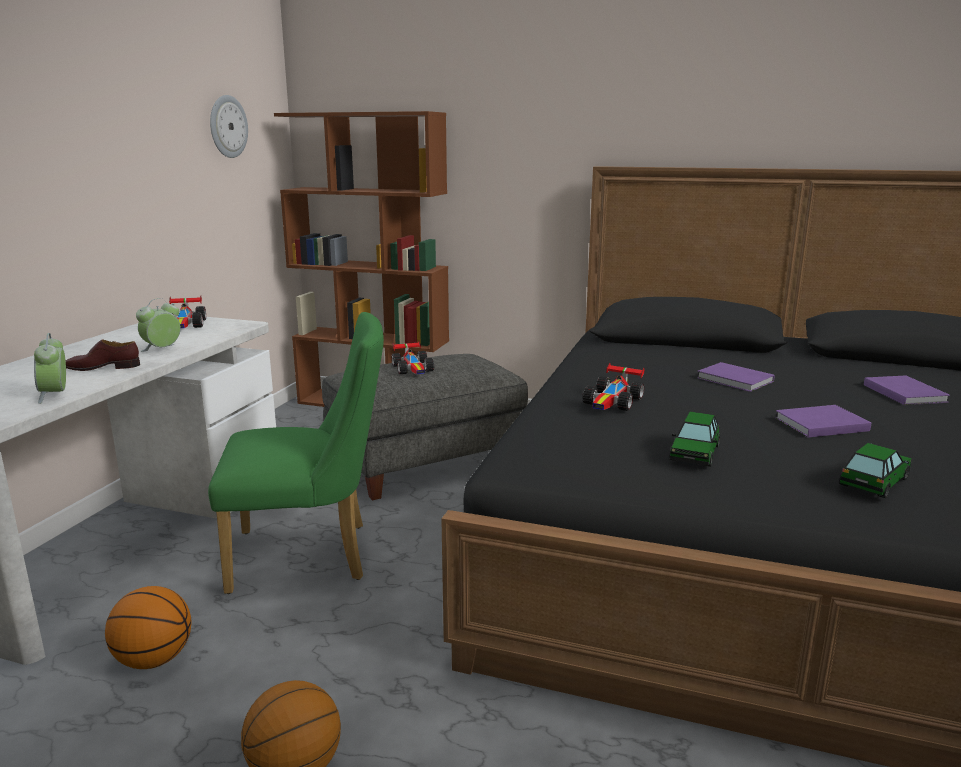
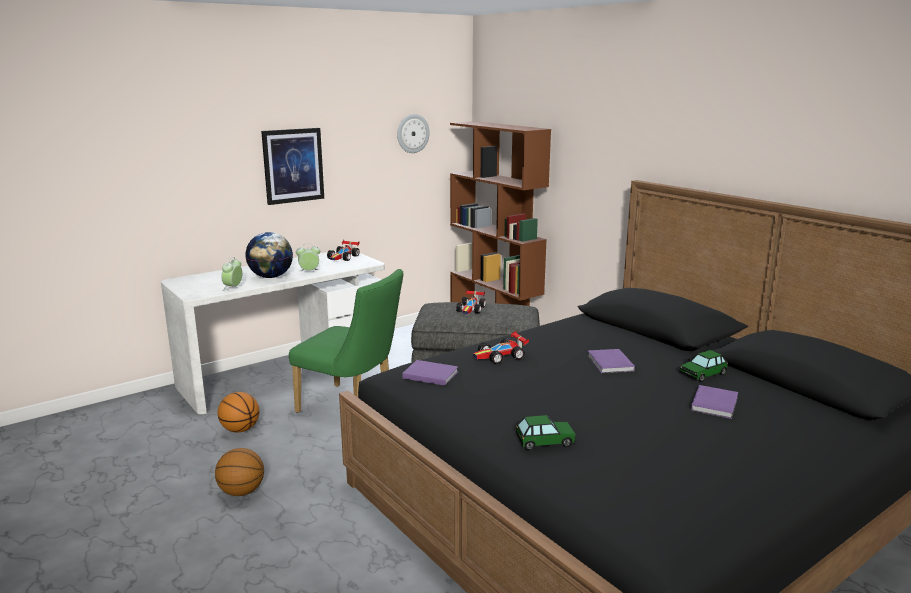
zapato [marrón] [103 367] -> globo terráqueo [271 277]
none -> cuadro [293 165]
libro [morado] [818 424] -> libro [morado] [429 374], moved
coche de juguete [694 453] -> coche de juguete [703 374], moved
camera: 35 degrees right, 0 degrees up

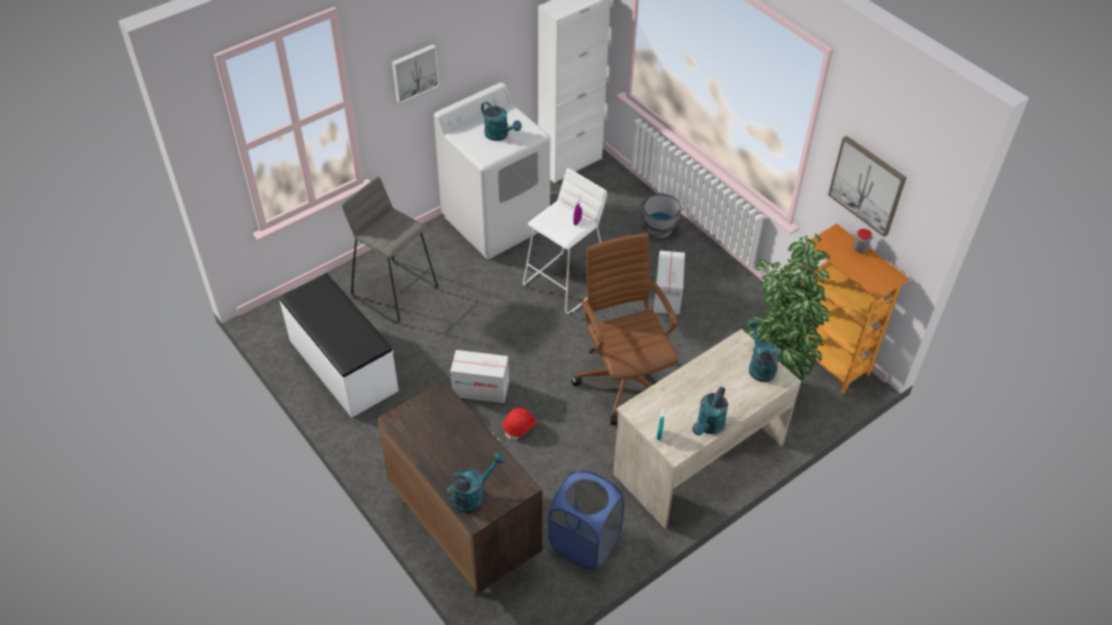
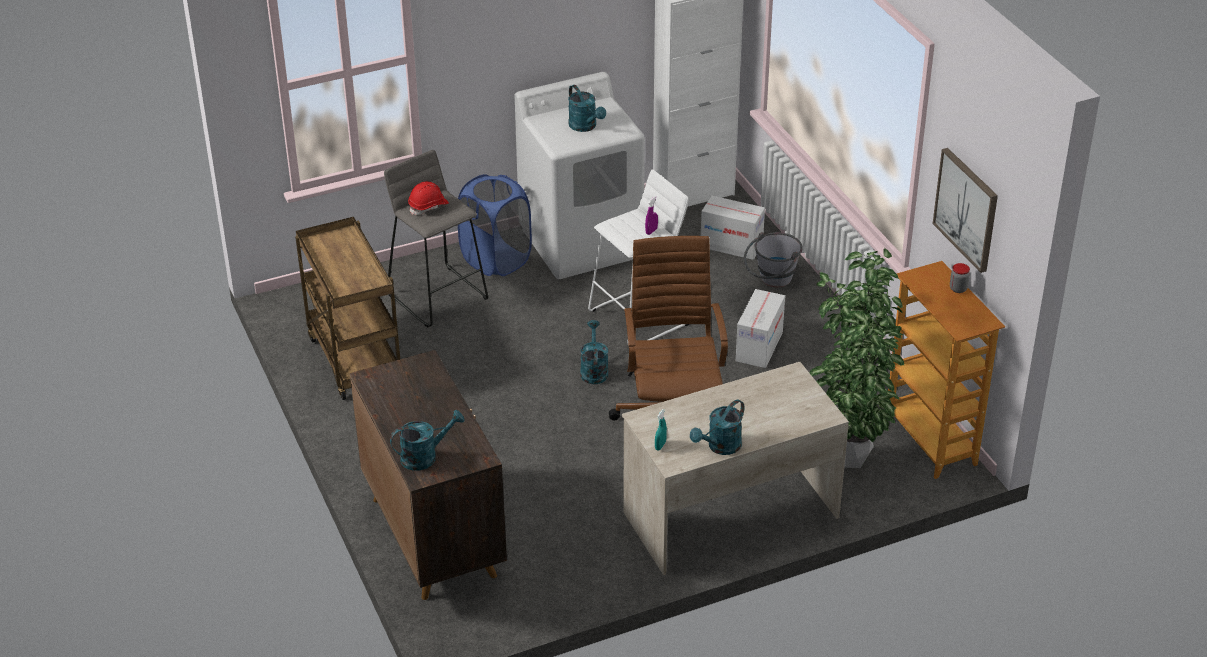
banco [blanco] [342 366] -> carrito [marrón] [353 359]
casco [rojo] [519 427] -> casco [rojo] [428 206], moved
cesto de la ropa [azul] [585 542] -> cesto de la ropa [azul] [496 260], moved
regadera [turquesa] [759 366] -> regadera [turquesa] [593 370], moved
caja de cartón [481 389] -> caja de cartón [731 245], moved
cuadro [414 72] -> none
camera: 15 degrees right, 10 degrees down

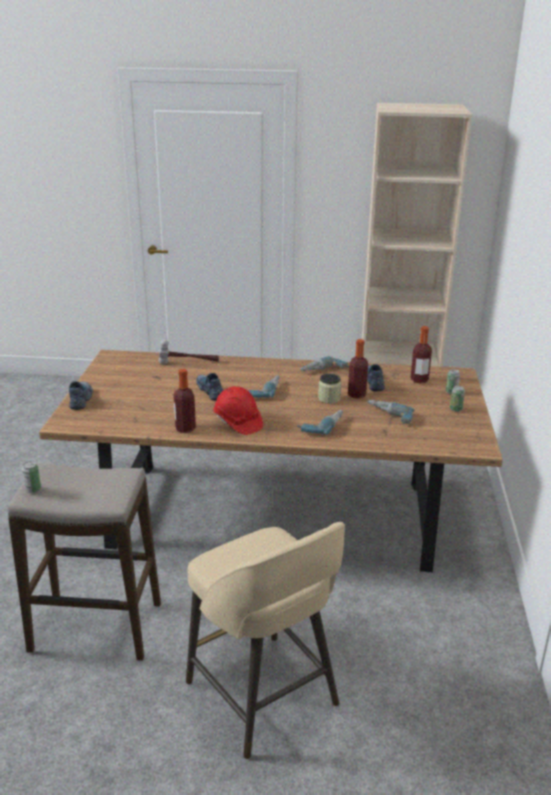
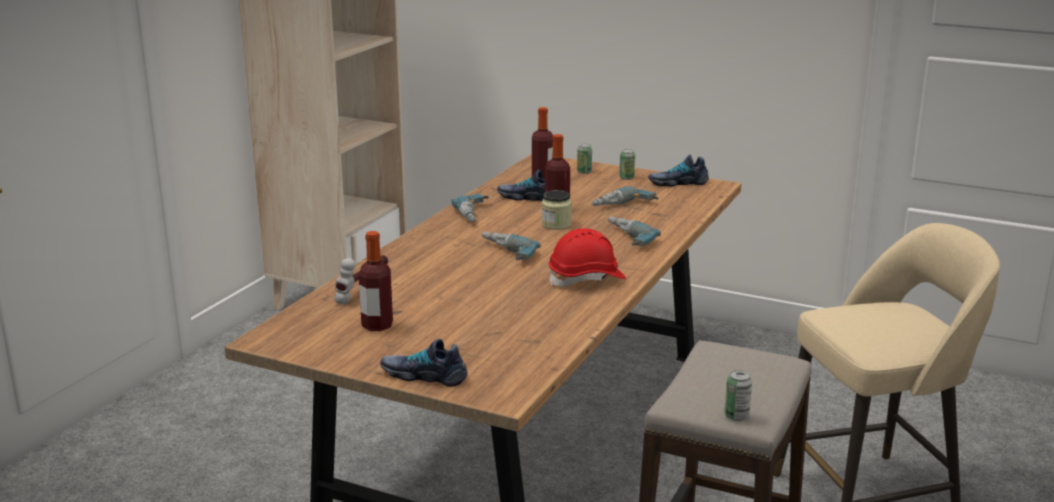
botella [185 428] -> botella [377 325], moved
zapato [210 391] -> zapato [677 183], moved
camera: 70 degrees left, 5 degrees down

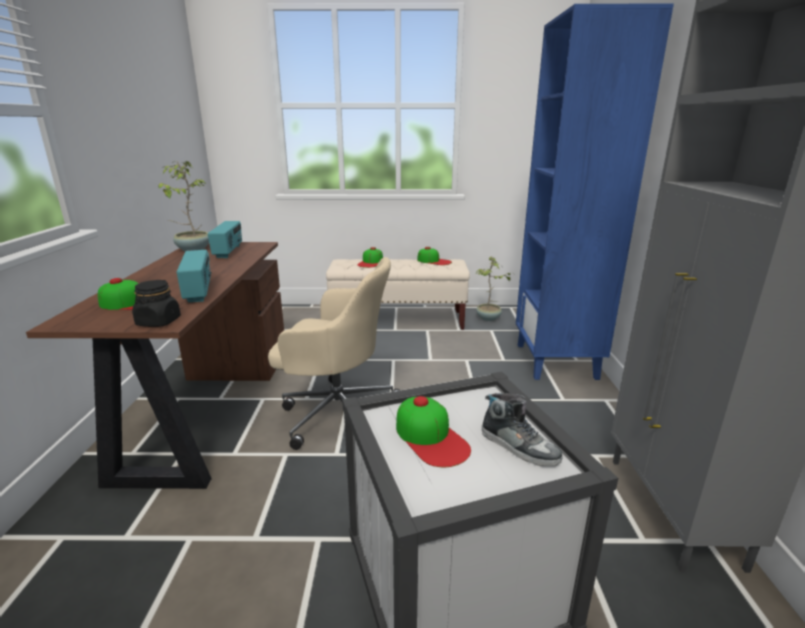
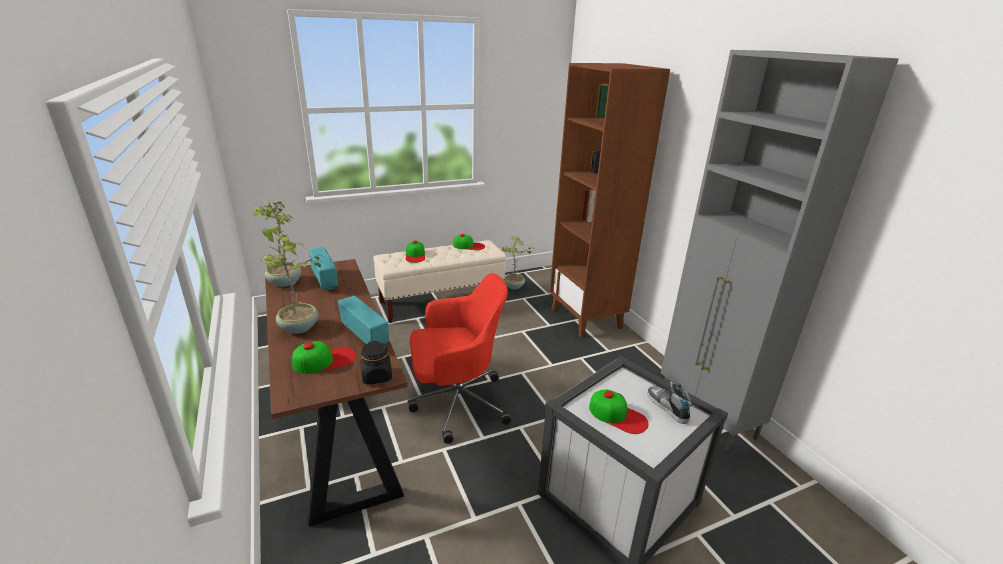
none -> planta en maceta [299 328]
silla de oficina [beis] [337 413] -> silla de oficina [rojo] [456 403]
estantería [azul] [556 361] -> estantería [marrón] [586 318]
zapato [519 446] -> zapato [667 407], 135 degrees counterclockwise
camera: 25 degrees left, 5 degrees up

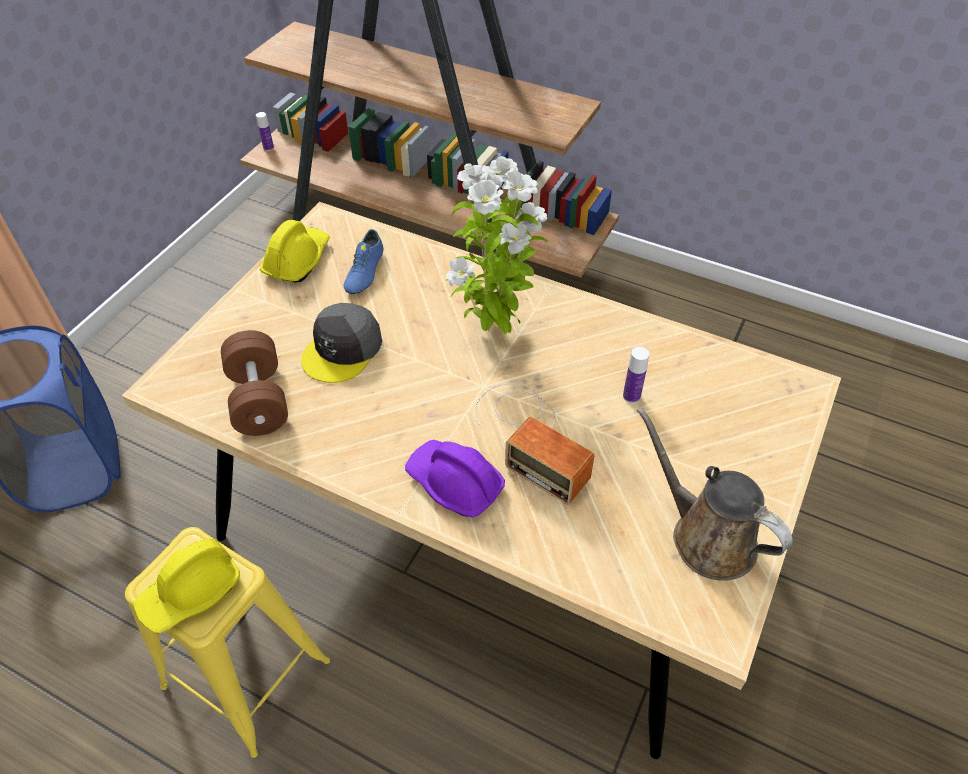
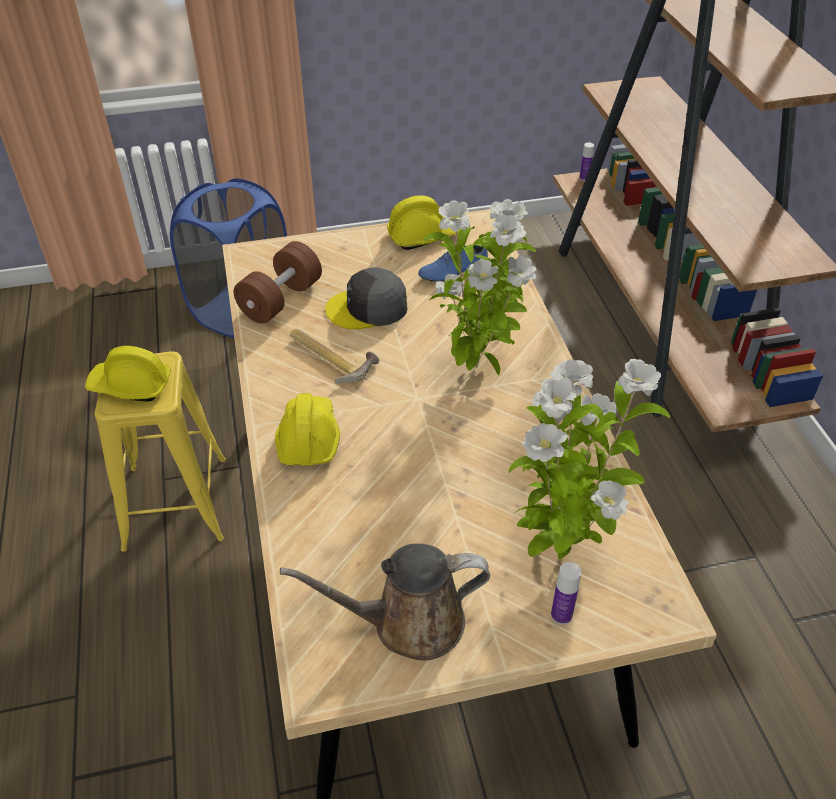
casco [morado] [454 483] -> casco [amarillo] [308 438]
regadera [marrón] [706 536] -> regadera [marrón] [409 623], 105 degrees counterclockwise
none -> martillo [331 357]
none -> planta en maceta [560 550]
botella [631 396] -> botella [561 615], moved
radio [530 436] -> none
camera: 50 degrees right, 5 degrees down

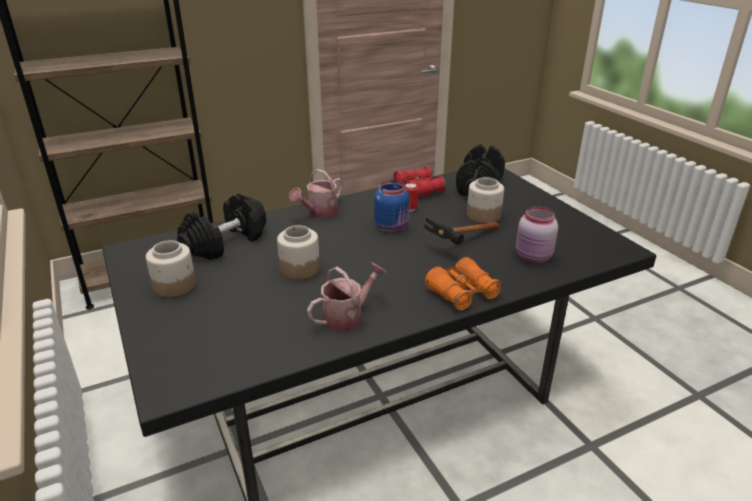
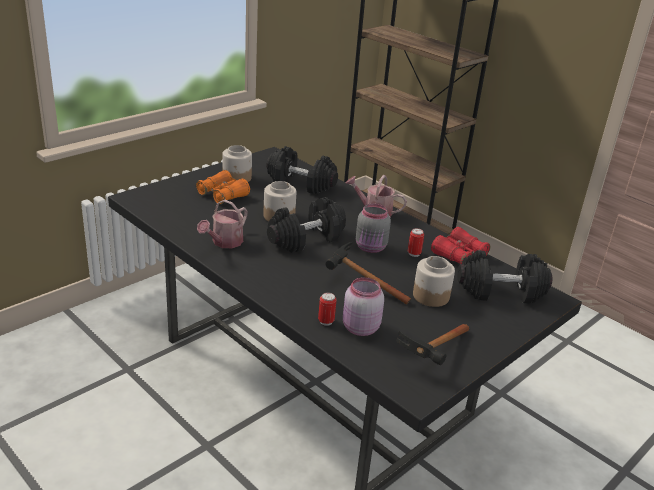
prismáticos [naranja] [462 293] -> prismáticos [naranja] [223 195], moved
regadera [347 316] -> regadera [224 242], 90 degrees clockwise
none -> mancuerna [negro] [306 239]
none -> lata [326 321]
tarro [azul] [392 227] -> tarro [gris] [371 248]
none -> martillo [434 358]
camera: 70 degrees right, 0 degrees up

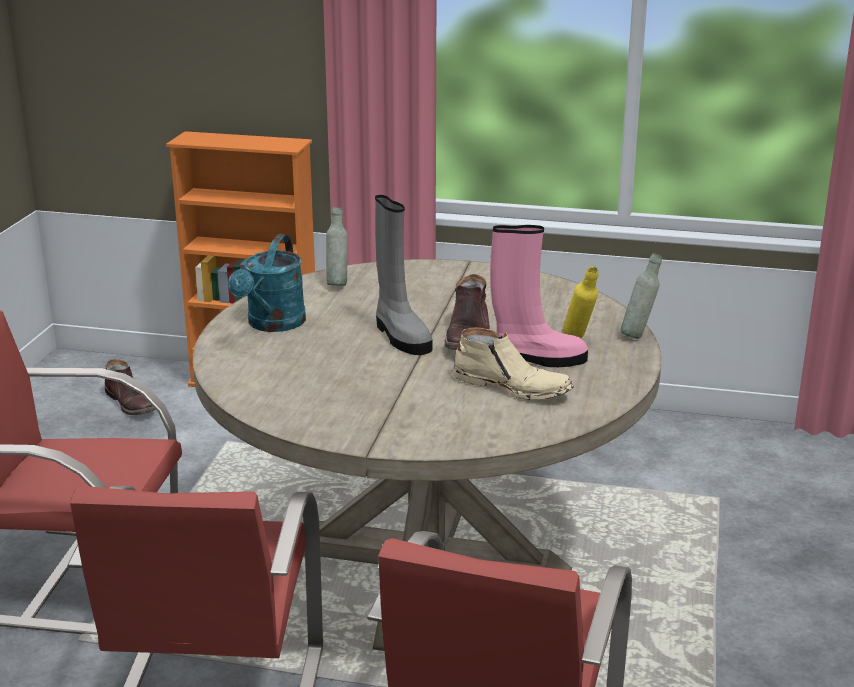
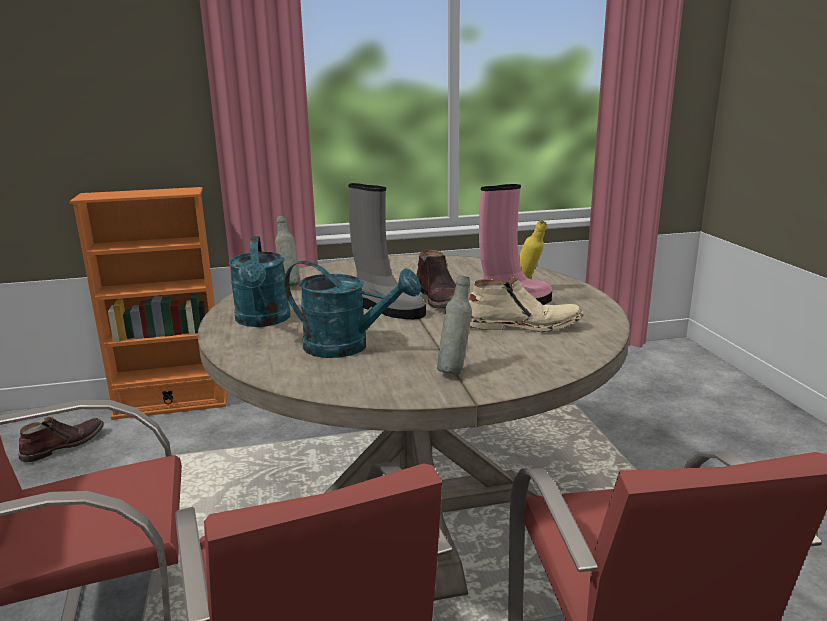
bota [marrón] [131 403] -> bota [marrón] [63 445], 75 degrees counterclockwise
none -> regadera [turquesa] [347 347]
botella [gris] [638 335] -> botella [gris] [454 370], moved
camera: 25 degrees left, 5 degrees down

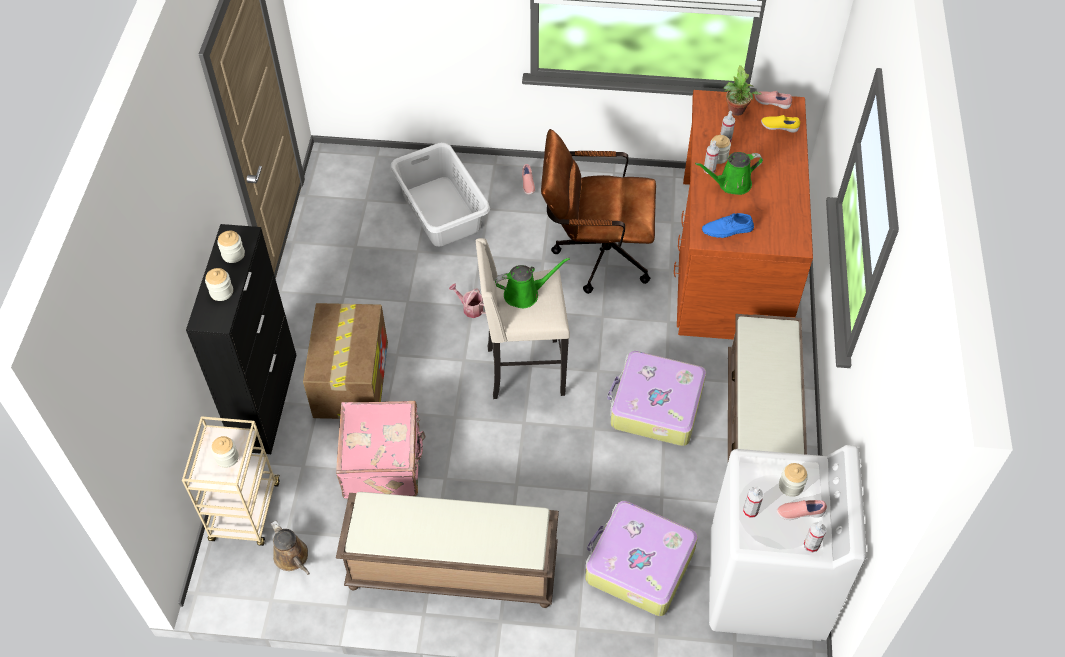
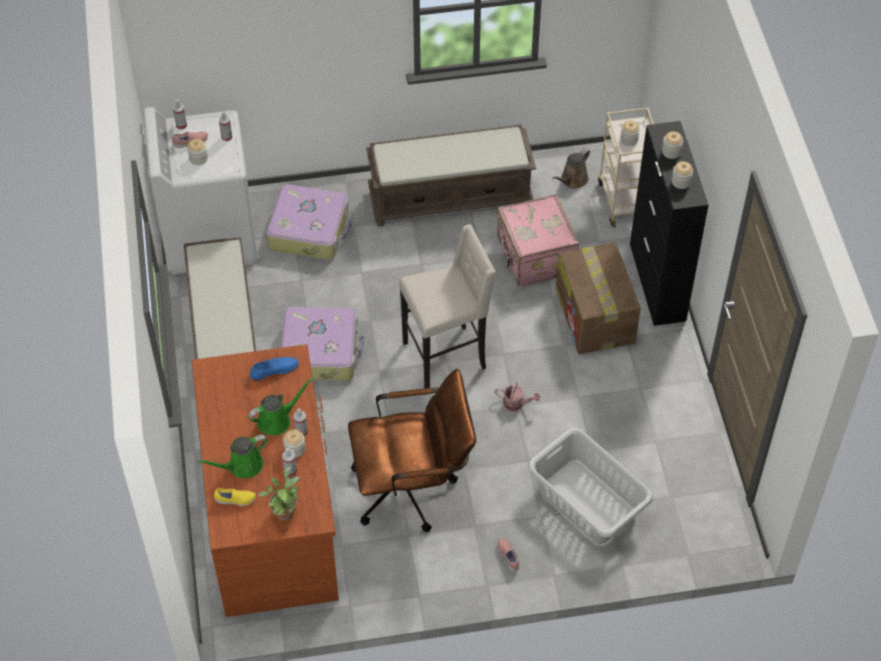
regadera [verde] [525 294] -> regadera [verde] [242 466], moved
regadera [marrón] [293 558] -> regadera [marrón] [572 180], 90 degrees counterclockwise
zapato [rosa] [772 103] -> none
camera: 165 degrees right, 0 degrees up

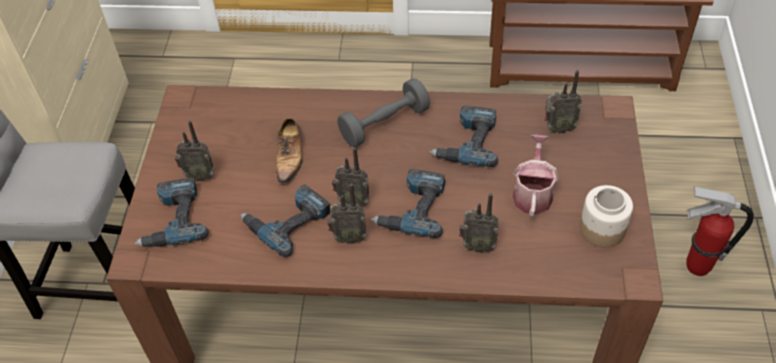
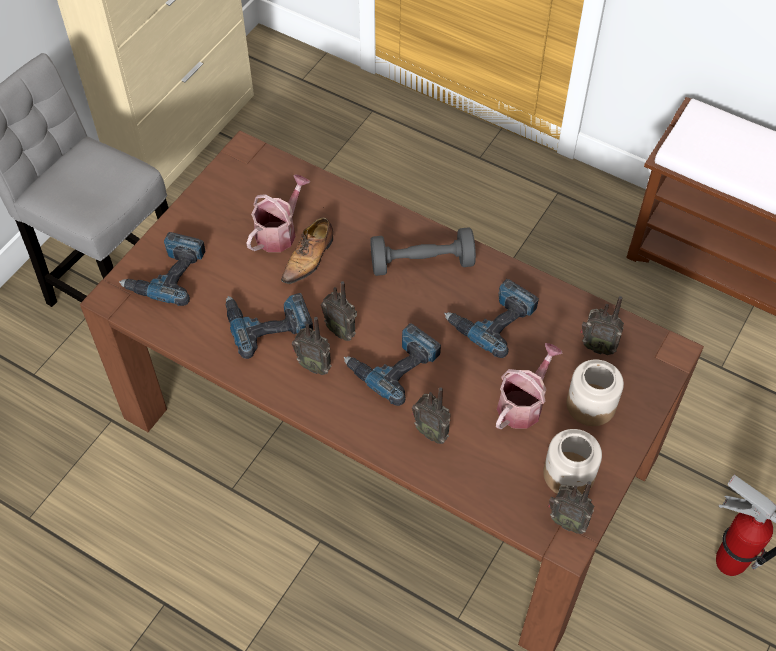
none -> regadera [279 232]
radio [200 175] -> radio [567 521], moved
none -> tarro [590 404]
camera: 25 degrees right, 5 degrees up

